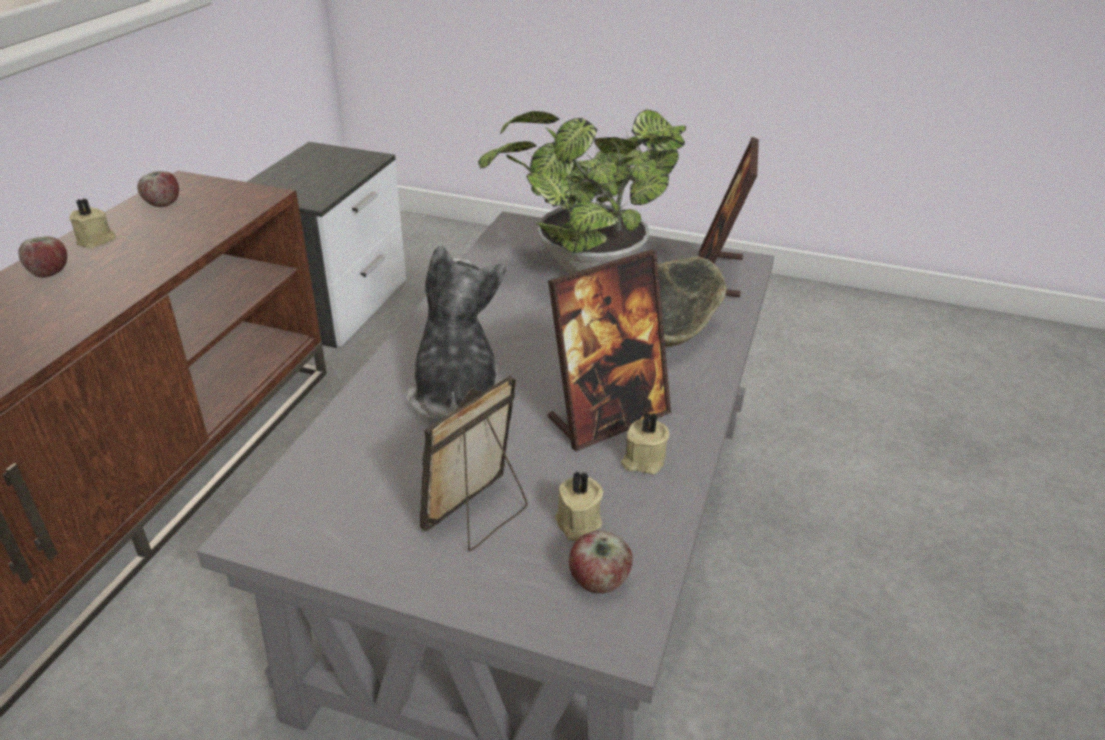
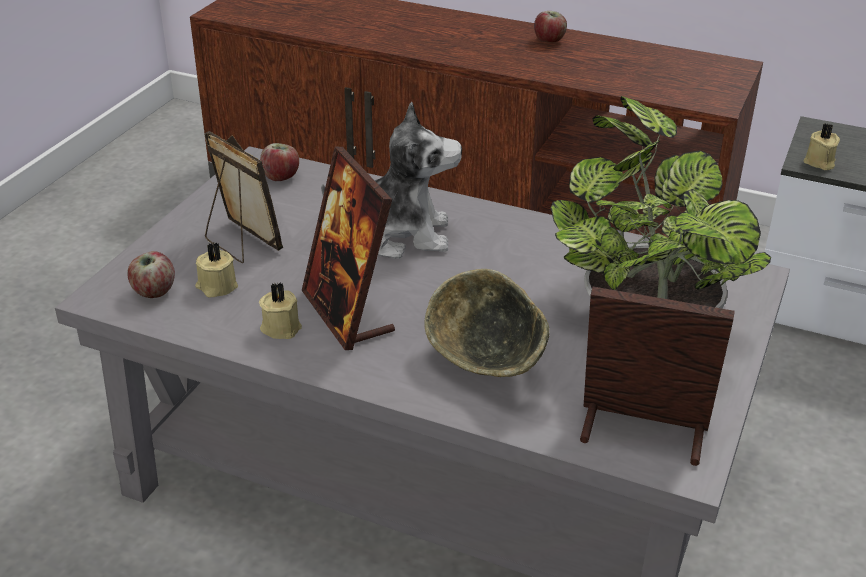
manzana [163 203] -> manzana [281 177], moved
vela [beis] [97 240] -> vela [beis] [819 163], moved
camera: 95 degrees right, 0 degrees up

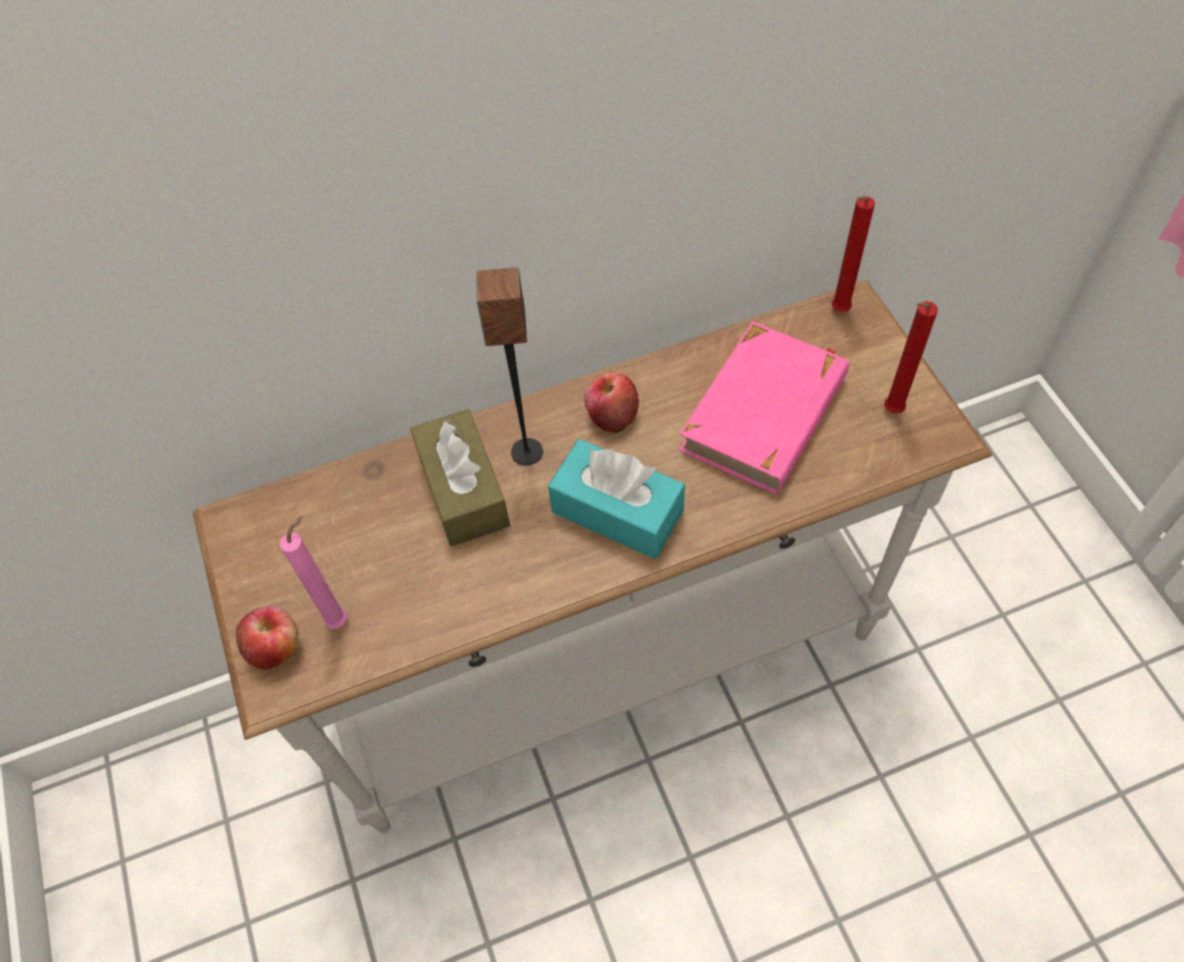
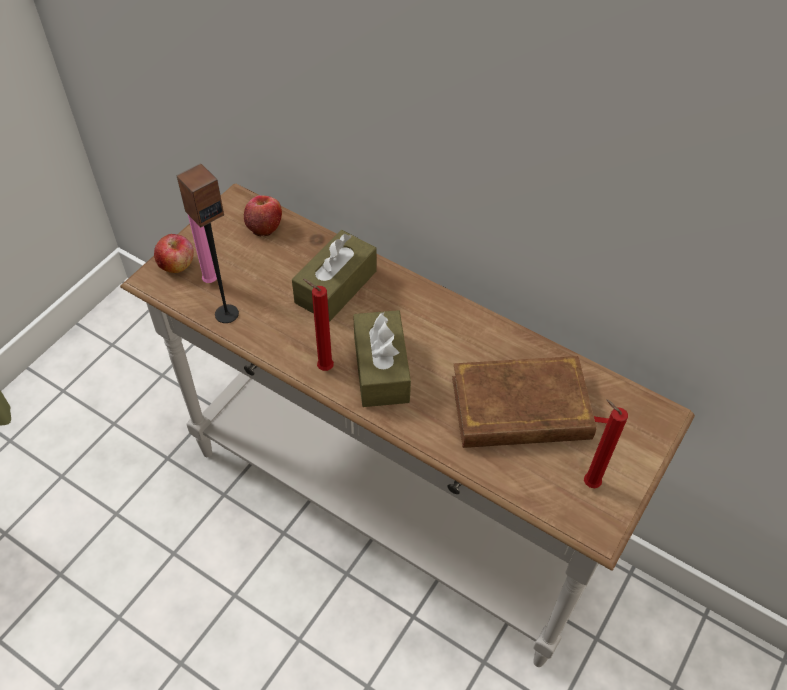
altavoz [526 452] -> altavoz [226 313], moved
manzana [611 415] -> manzana [264 226], moved
vela [rojo] [837 311] -> vela [rojo] [323 367], moved
caja de pañuelos [turquesa] [617 511] -> caja de pañuelos [marrón] [381 369]
libro [rosa] [765 414] -> libro [marrón] [521 409]
camera: 50 degrees right, 5 degrees down

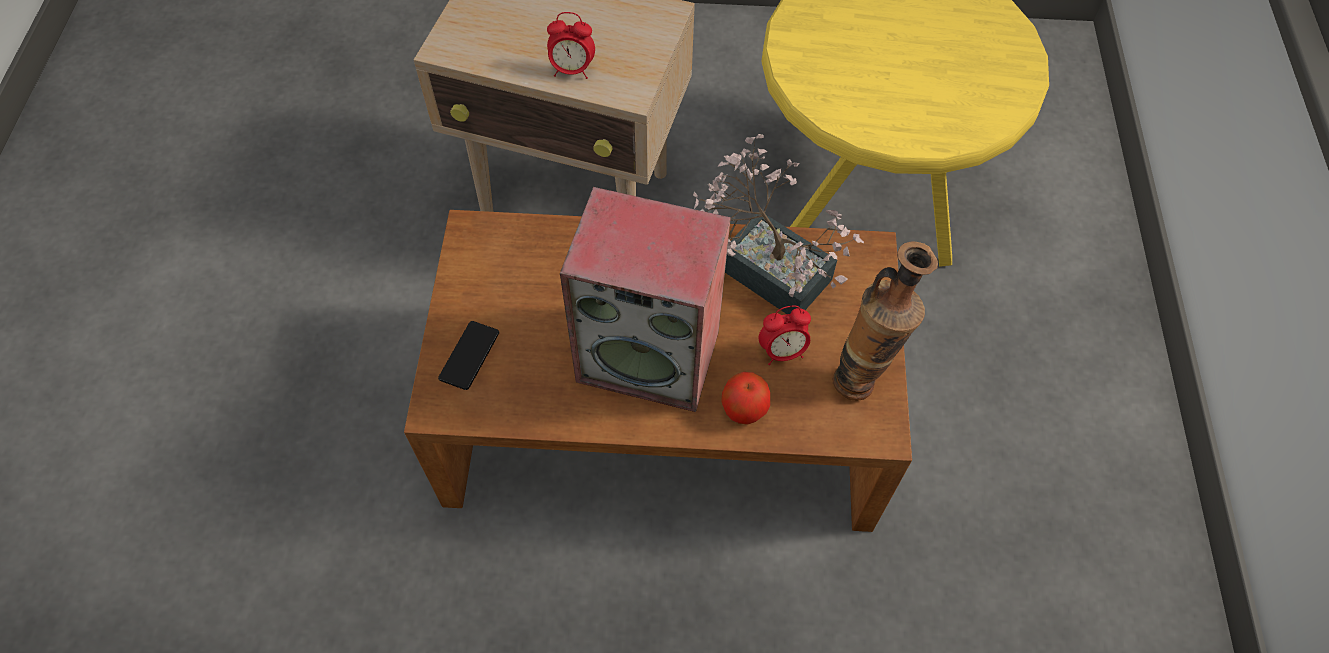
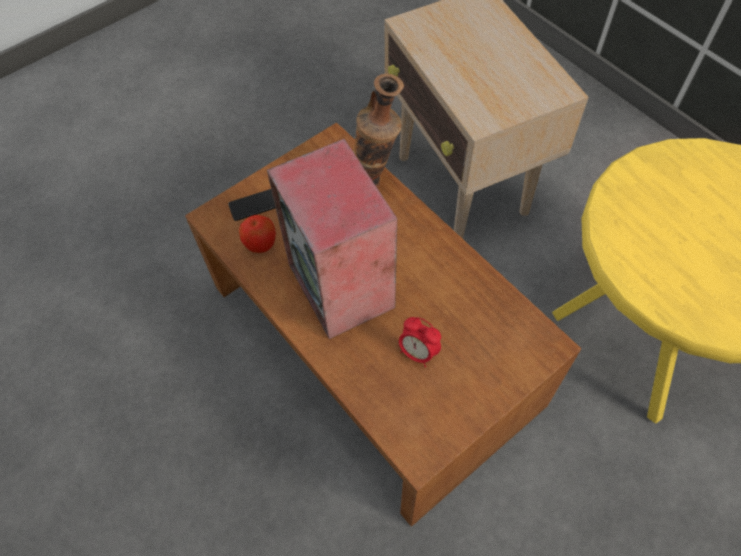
manzana [744 409] -> manzana [260 244], moved
florero [862 376] -> florero [375 185], moved
despertador [572 70] -> none
planta en maceta [766 266] -> none
camera: 50 degrees right, 0 degrees up

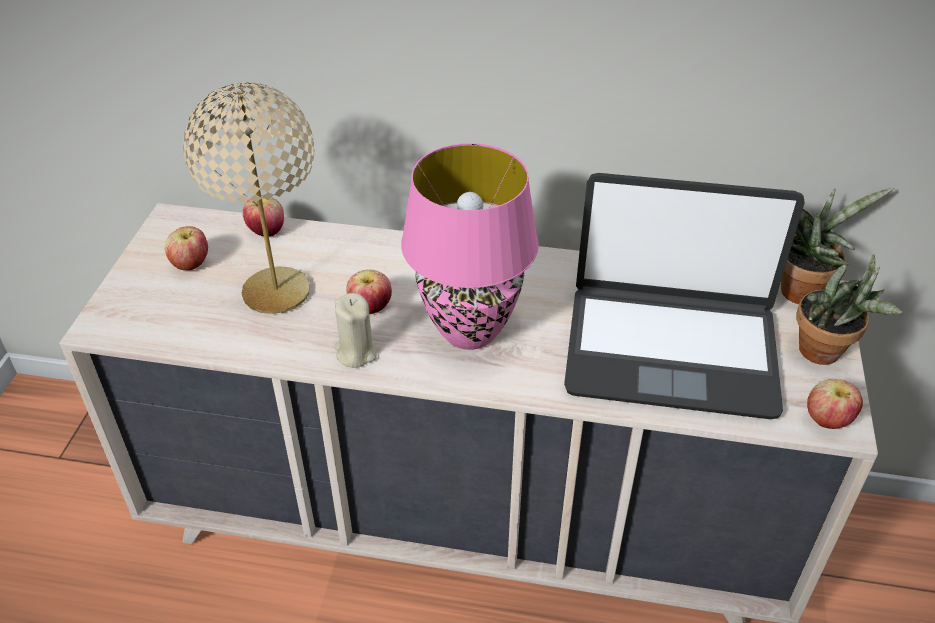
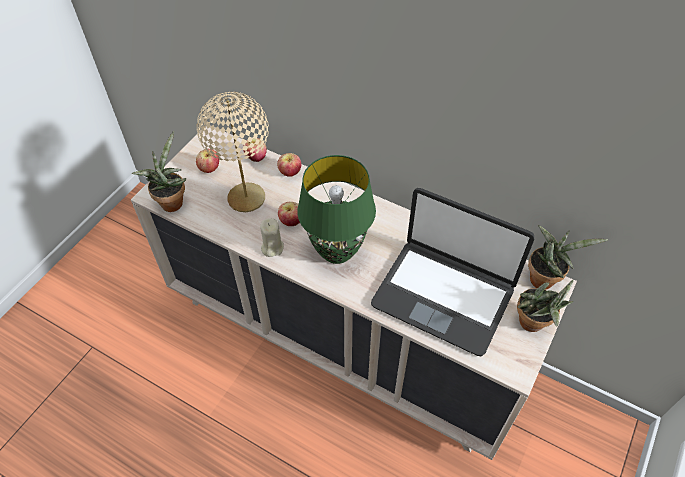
none -> planta en maceta [171 201]
manzana [827 420] -> manzana [290 173], moved
lámpara de mesa [rosa] [471 332] -> lámpara de mesa [verde] [338 252]
camera: 20 degrees right, 10 degrees up

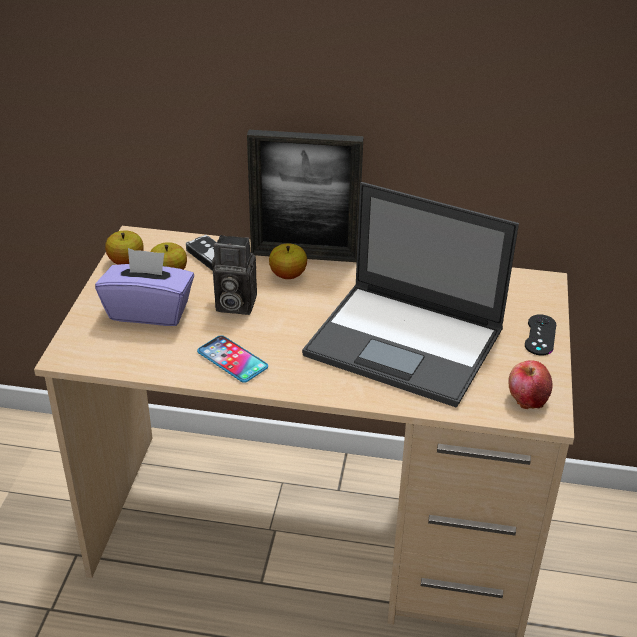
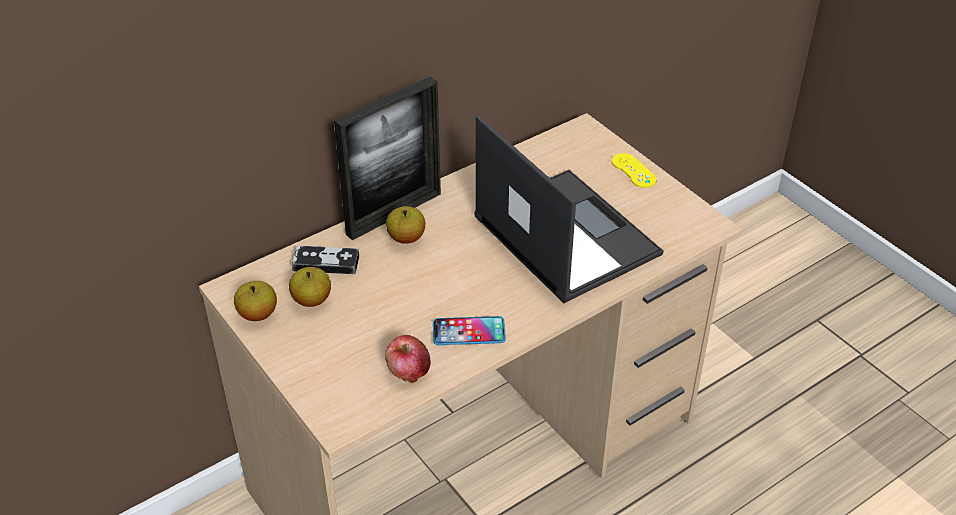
manzana [527 398] -> manzana [408 371], moved
portátil [406 343] -> portátil [564 234], 105 degrees counterclockwise
mando de consola [negro] [540 335] -> mando de consola [amarillo] [633 171]
caja de pañuelos [morado] [149 311] -> none
cámara [233 304] -> none
camera: 45 degrees left, 5 degrees up

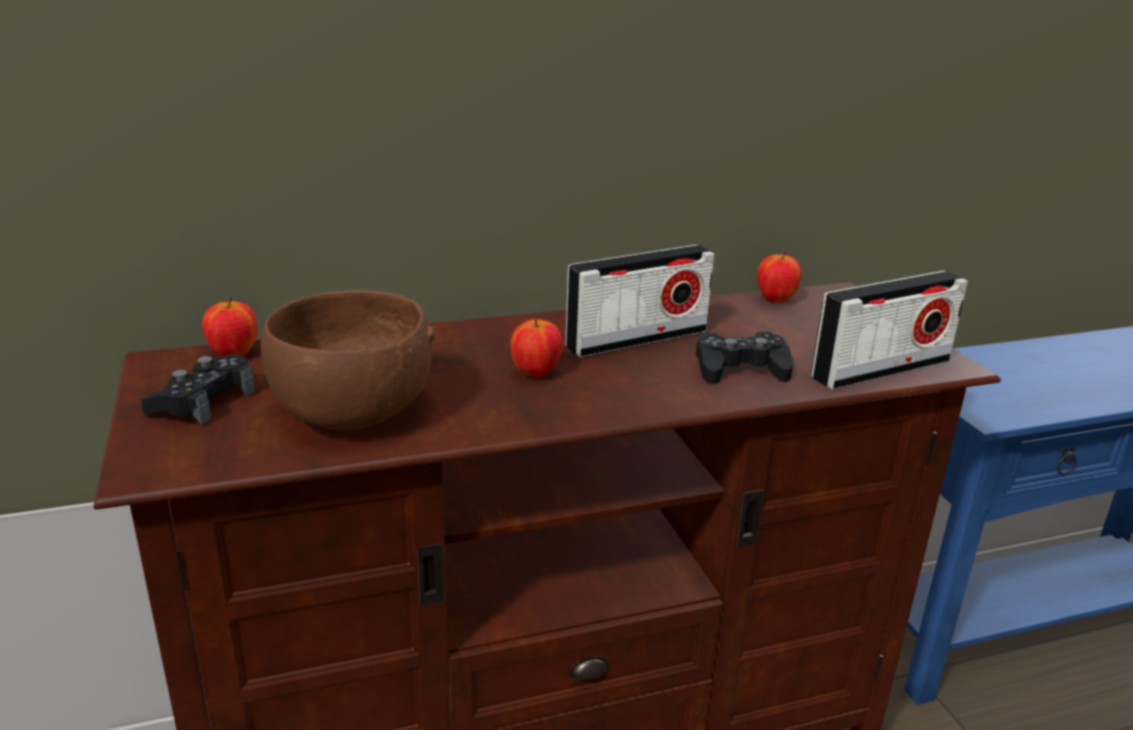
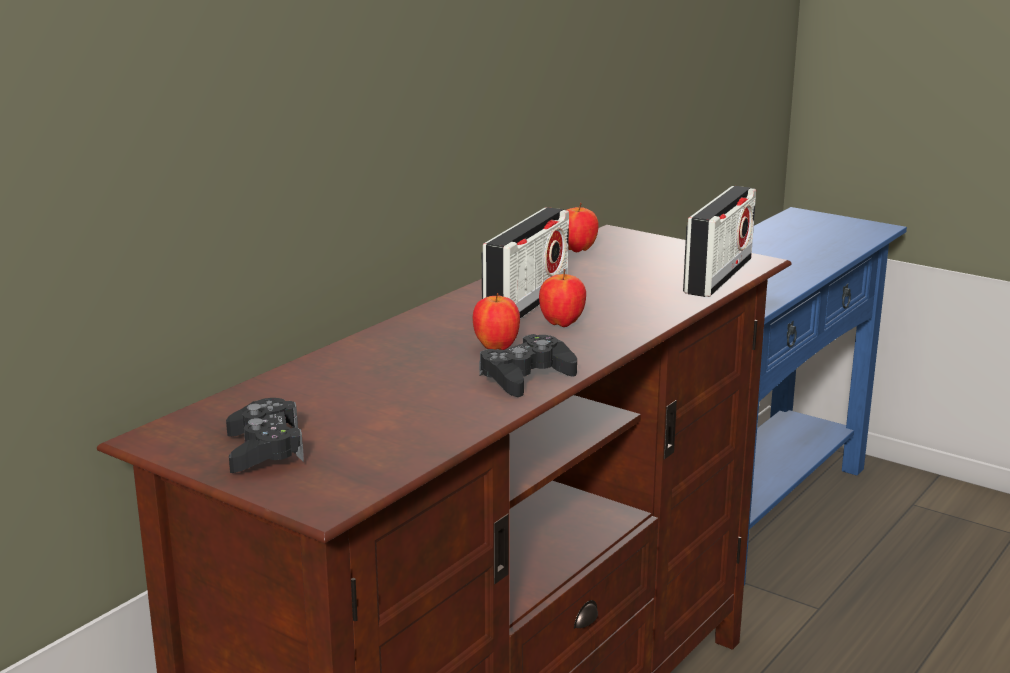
mando de consola [negro] [740 369] -> mando de consola [negro] [526 377], moved
manzana [234 354] -> manzana [562 324], moved
cuenco [marrón] [352 412] -> none
camera: 35 degrees left, 5 degrees down

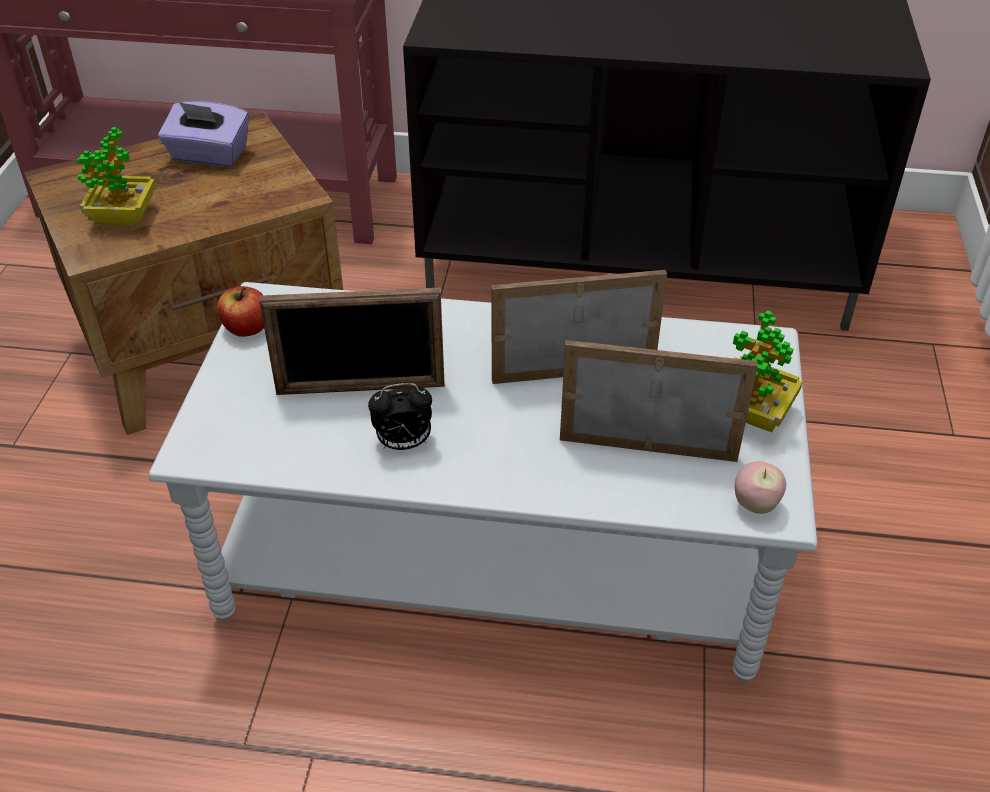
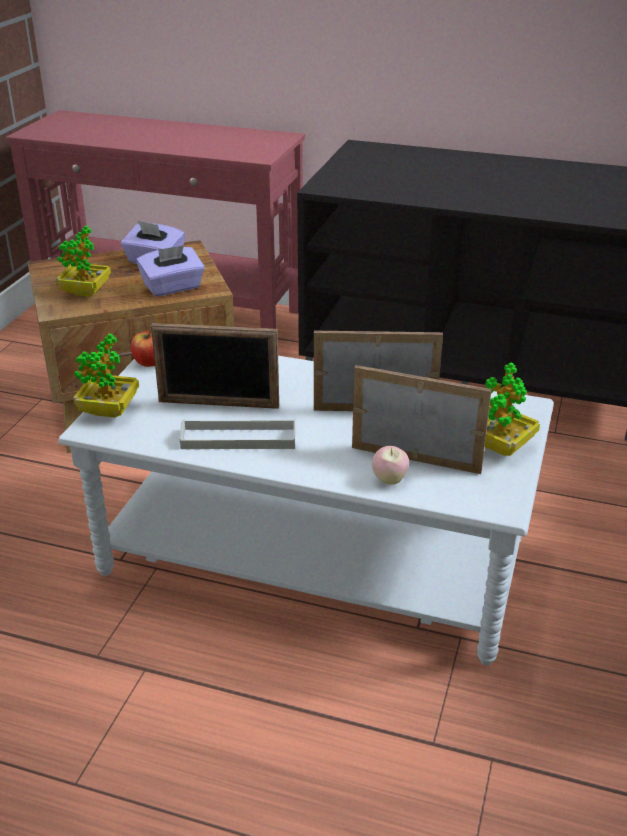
none -> planta en maceta [109 410]
none -> caja de pañuelos [morado] [173 288]
despertador [403 444] -> bandeja [gris] [238 438]
manzana [755 505] -> manzana [389 480], moved
camera: 10 degrees right, 10 degrees down

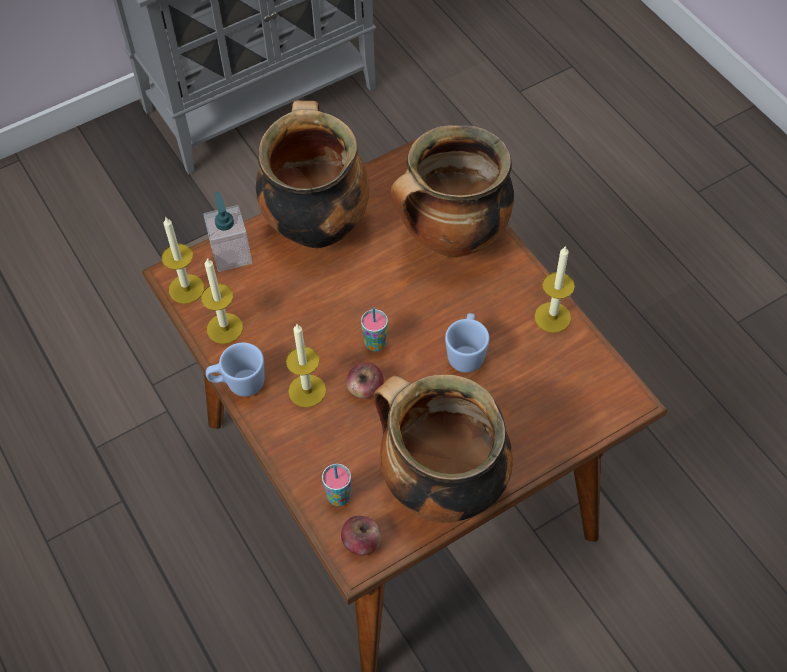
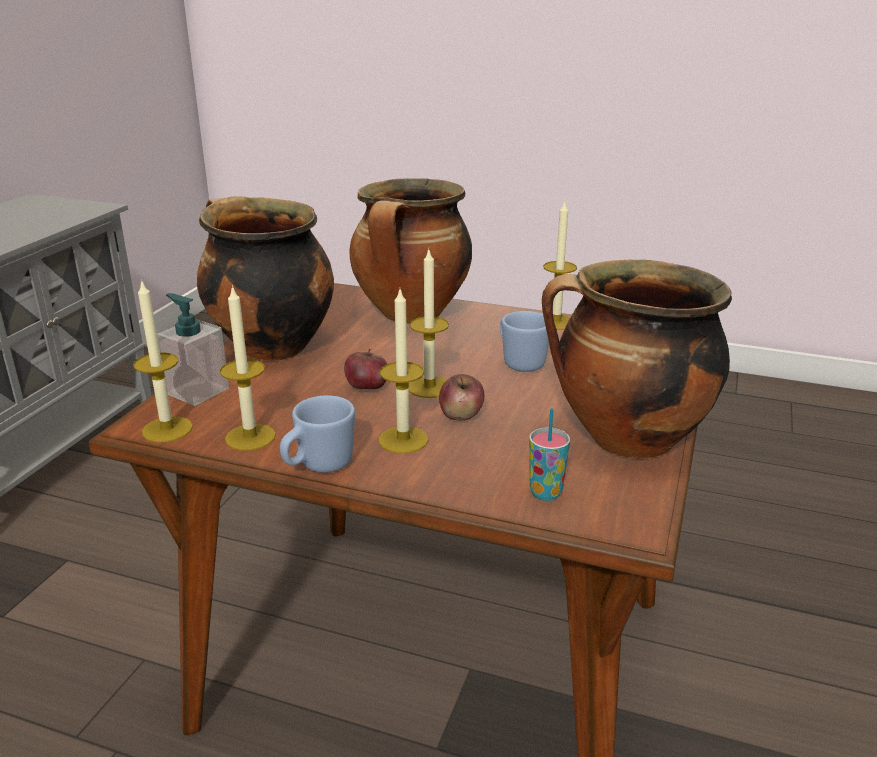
manzana [361 542] -> manzana [367 387], moved
taza [375 344] -> vela [429 387]
camera: 40 degrees left, 30 degrees down

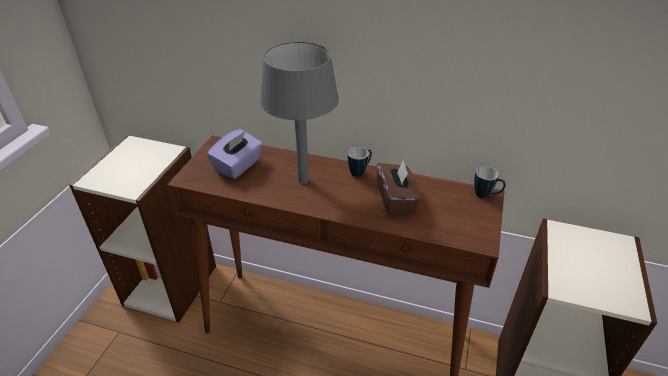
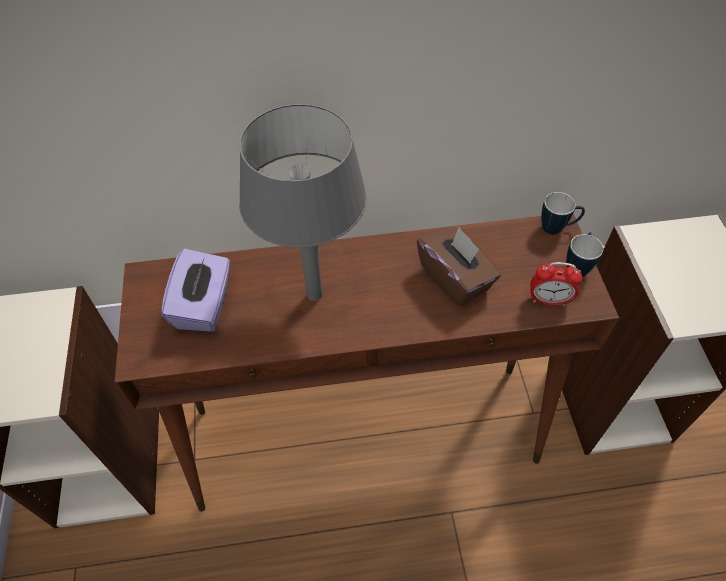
none -> despertador [548 300]
taza grande [360 172] -> taza grande [577 266], moved
camera: 25 degrees left, 15 degrees up

